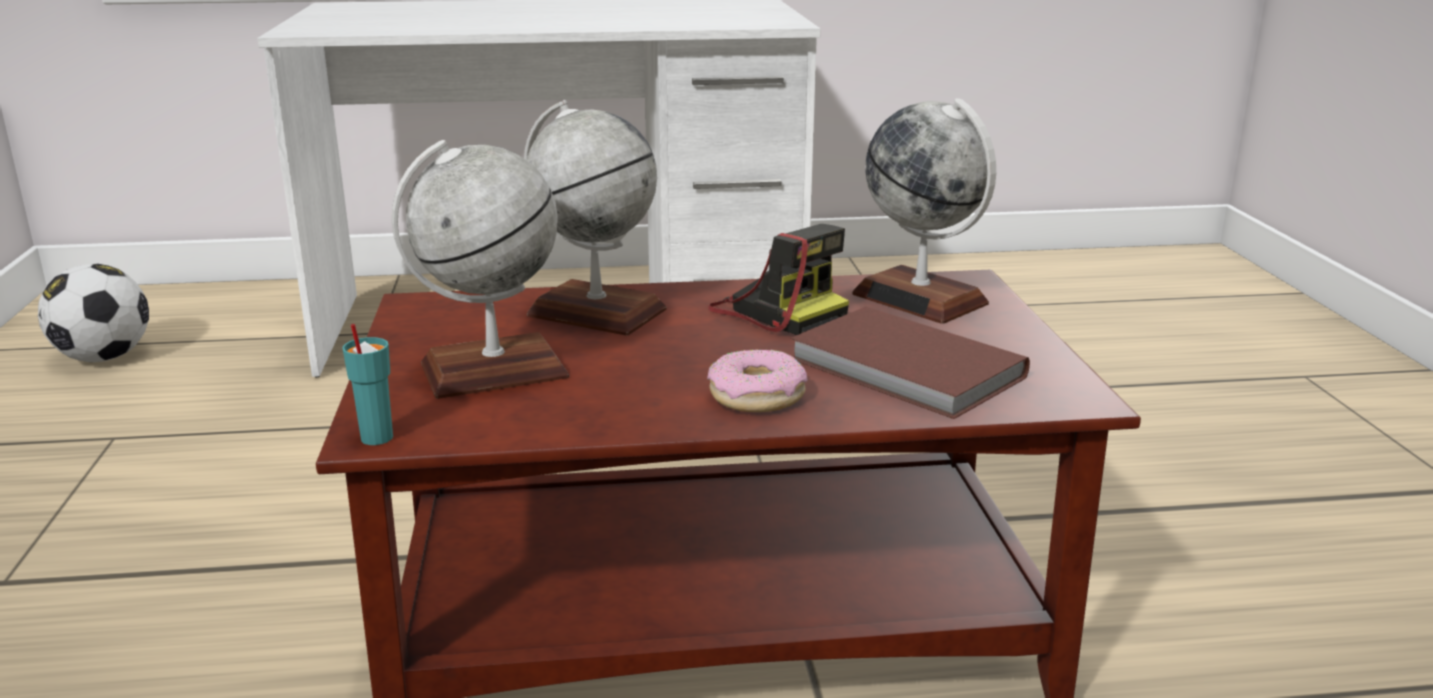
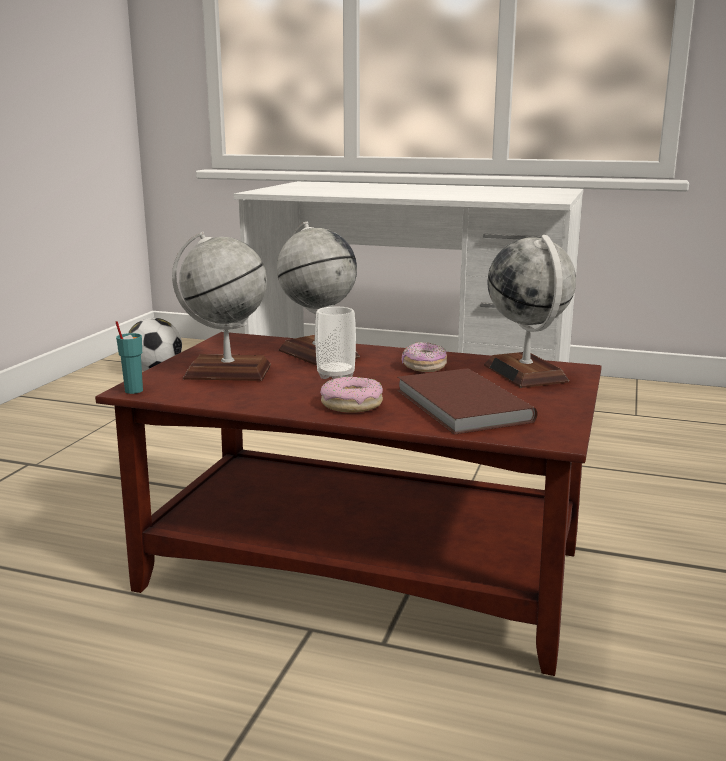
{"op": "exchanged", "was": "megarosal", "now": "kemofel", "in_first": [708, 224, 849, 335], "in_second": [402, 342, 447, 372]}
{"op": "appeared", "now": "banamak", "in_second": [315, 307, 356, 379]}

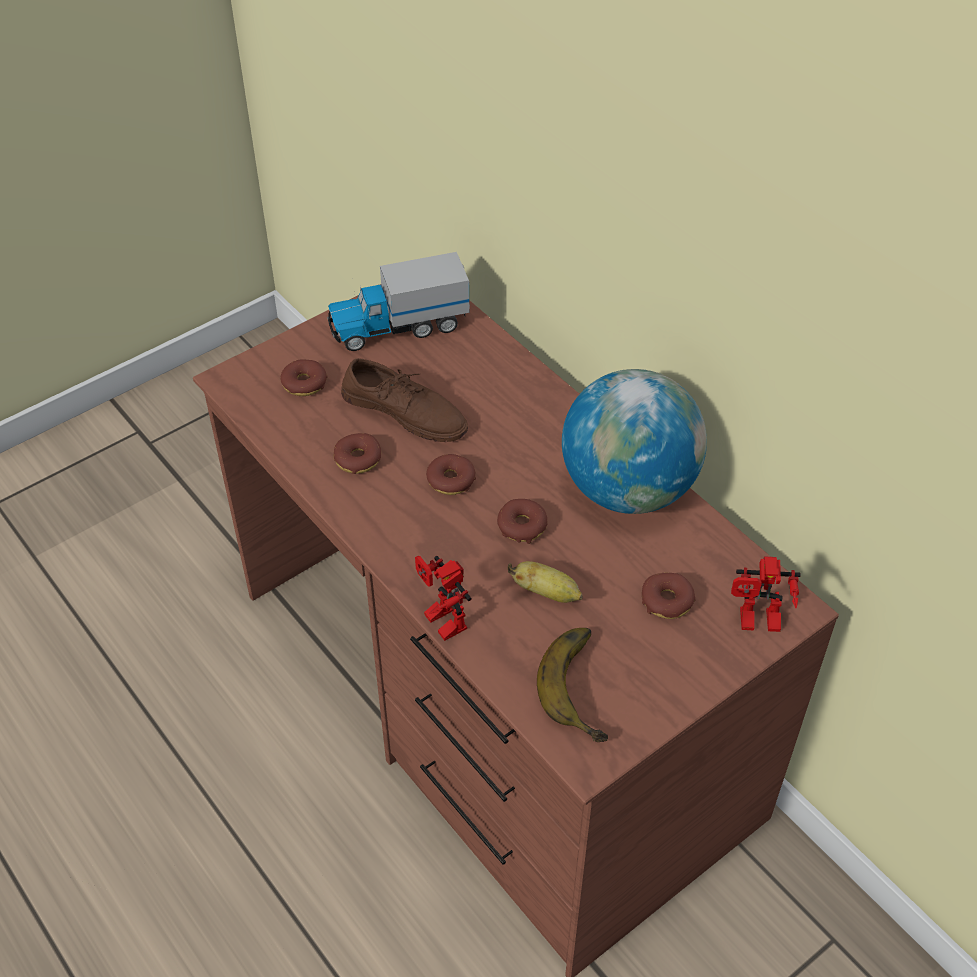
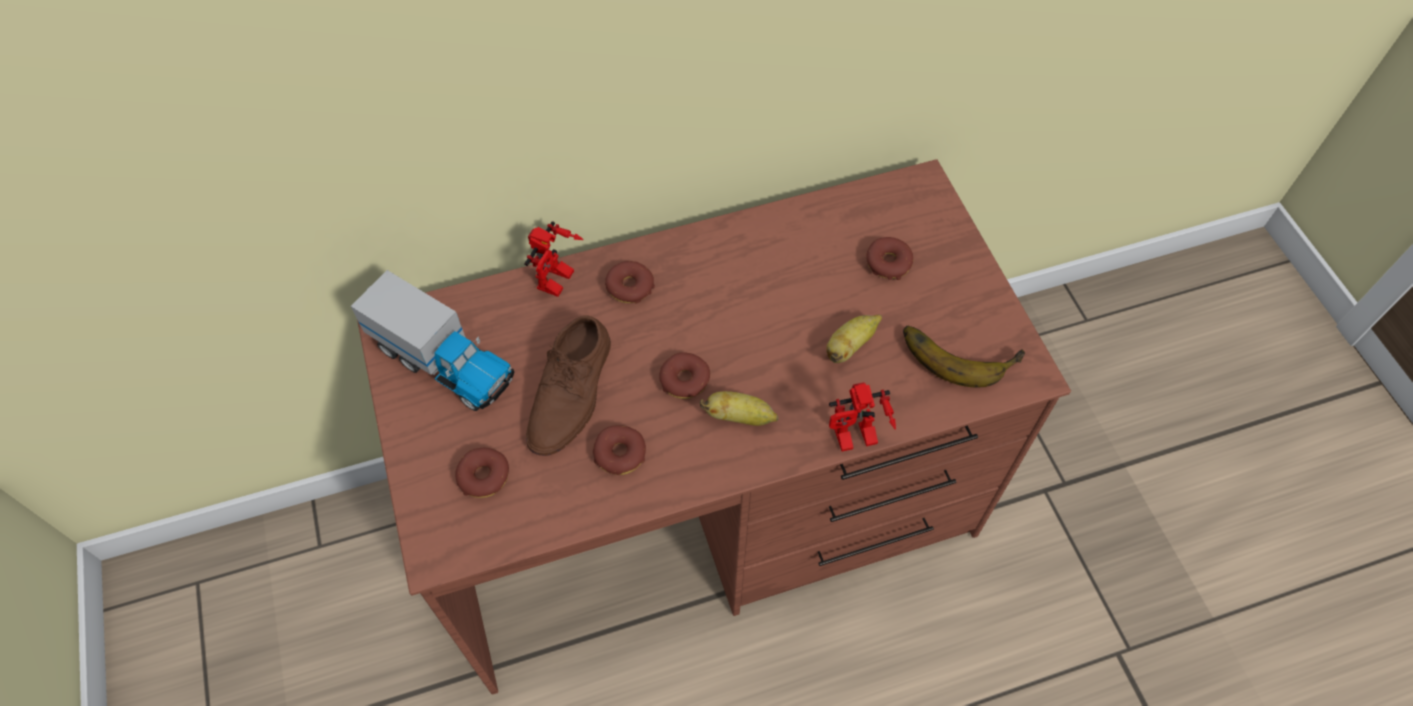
{"op": "spun", "was": "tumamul", "in_first": [327, 252, 470, 351], "in_second": [351, 270, 514, 411], "clockwise": -60}
{"op": "spun", "was": "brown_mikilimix", "in_first": [341, 358, 468, 442], "in_second": [526, 315, 611, 456], "clockwise": 150}
{"op": "relocated", "was": "kemofel", "in_first": [497, 499, 548, 544], "in_second": [605, 261, 655, 303]}
{"op": "missing", "was": "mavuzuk", "in_first": [562, 369, 707, 514]}
{"op": "relocated", "was": "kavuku", "in_first": [731, 556, 801, 632], "in_second": [524, 221, 584, 297]}
{"op": "appeared", "now": "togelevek", "in_second": [700, 391, 779, 426]}

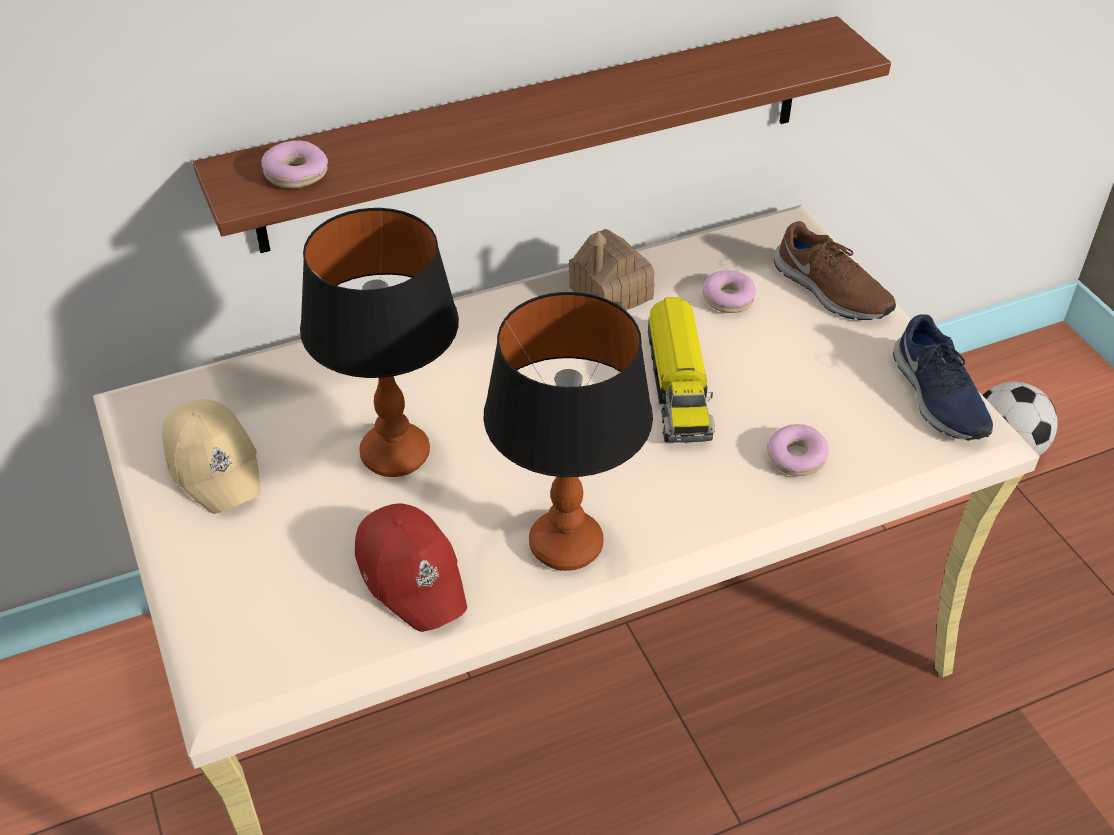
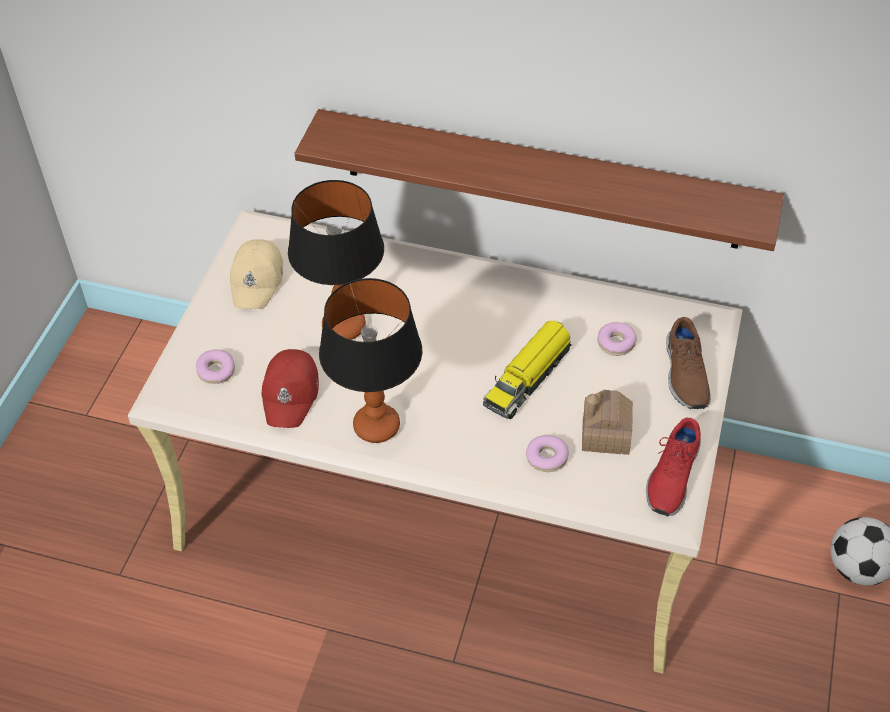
{"op": "relocated", "was": "kemofel", "in_first": [262, 141, 328, 189], "in_second": [196, 349, 235, 384]}
{"op": "relocated", "was": "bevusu", "in_first": [569, 229, 654, 311], "in_second": [582, 390, 633, 455]}
{"op": "colour", "was": "blue_mikilimix", "now": "red_mikilimix", "in_first": [893, 314, 993, 441], "in_second": [646, 418, 701, 516]}

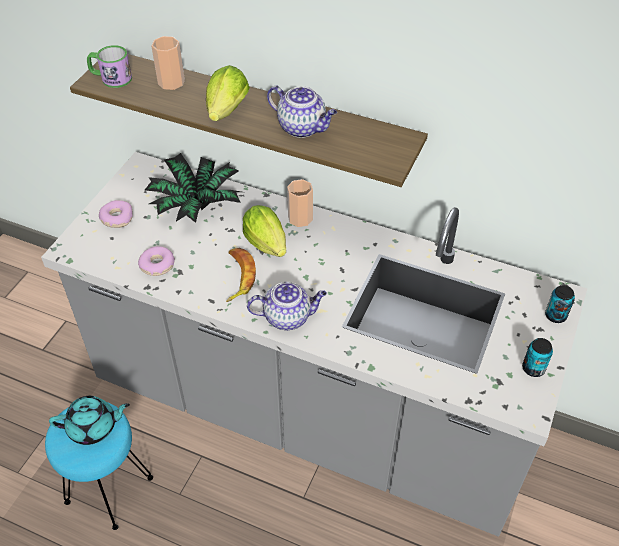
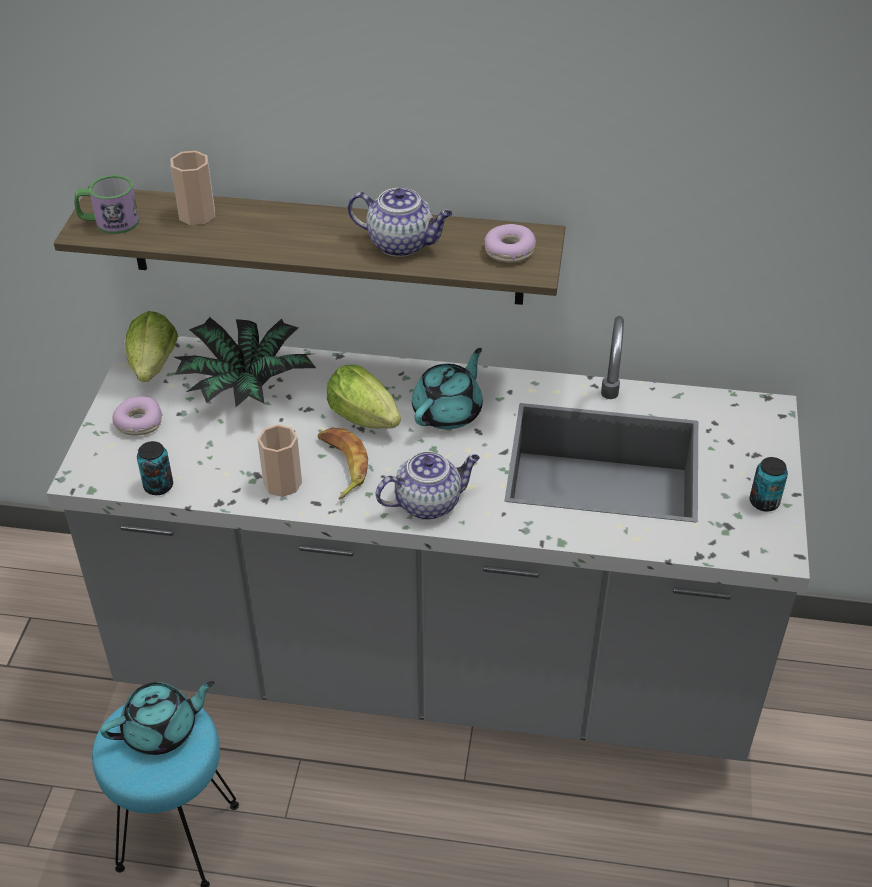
{"op": "relocated", "was": "kemofel", "in_first": [138, 246, 175, 276], "in_second": [484, 224, 536, 263]}
{"op": "relocated", "was": "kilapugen", "in_first": [206, 65, 250, 121], "in_second": [125, 311, 178, 382]}
{"op": "relocated", "was": "banamak", "in_first": [287, 179, 313, 227], "in_second": [258, 425, 302, 497]}
{"op": "relocated", "was": "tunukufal", "in_first": [545, 285, 575, 323], "in_second": [137, 441, 173, 495]}
{"op": "appeared", "now": "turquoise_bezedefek", "in_second": [412, 348, 483, 430]}

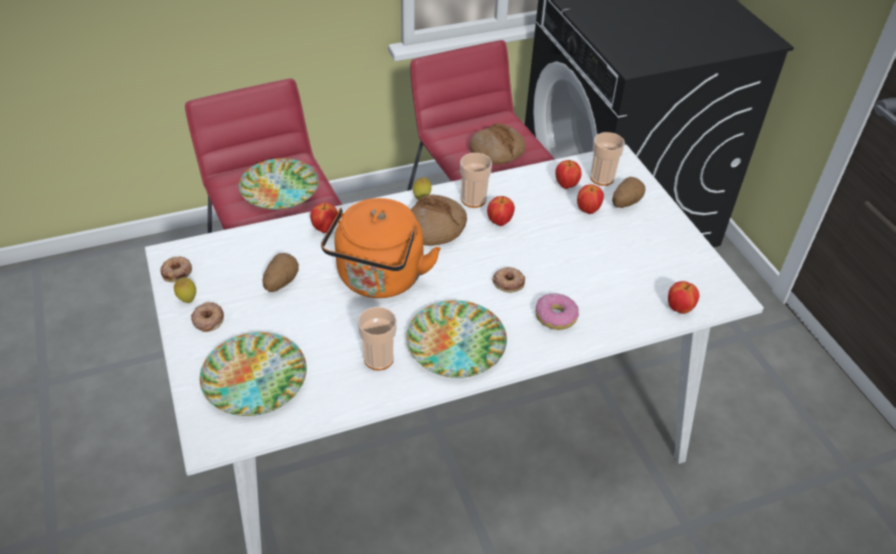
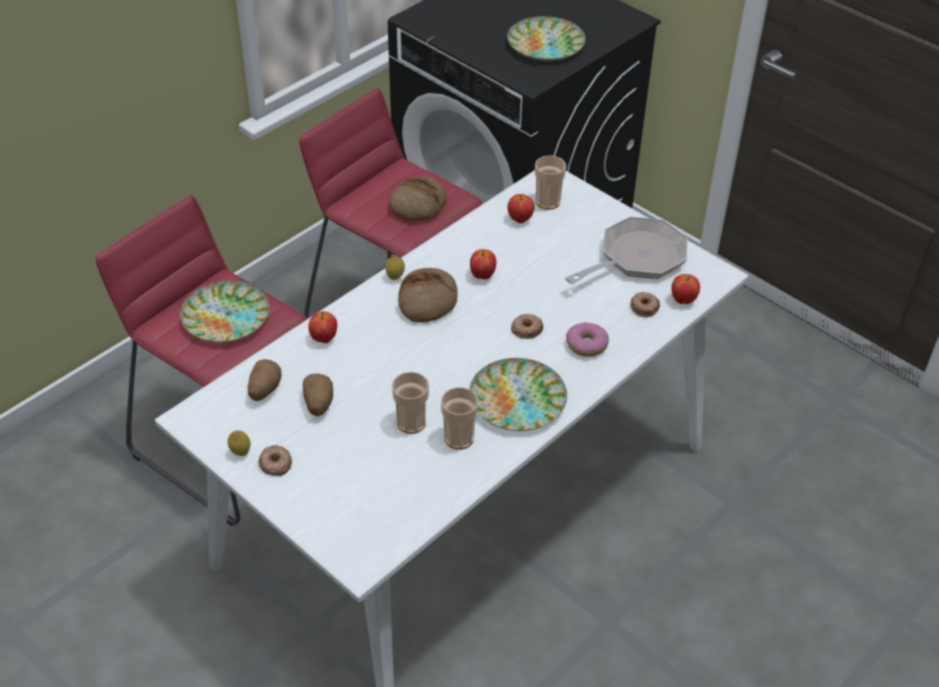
{"op": "relocated", "was": "kemofel", "in_first": [160, 256, 192, 282], "in_second": [631, 292, 660, 317]}
{"op": "relocated", "was": "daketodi", "in_first": [200, 332, 307, 416], "in_second": [507, 16, 586, 61]}
{"op": "missing", "was": "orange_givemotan", "in_first": [321, 198, 441, 298]}
{"op": "relocated", "was": "banamak", "in_first": [460, 153, 492, 208], "in_second": [392, 372, 429, 434]}
{"op": "missing", "was": "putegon", "in_first": [577, 184, 604, 214]}
{"op": "relocated", "was": "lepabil", "in_first": [612, 177, 645, 208], "in_second": [247, 359, 281, 401]}
{"op": "appeared", "now": "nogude", "in_second": [565, 217, 687, 284]}

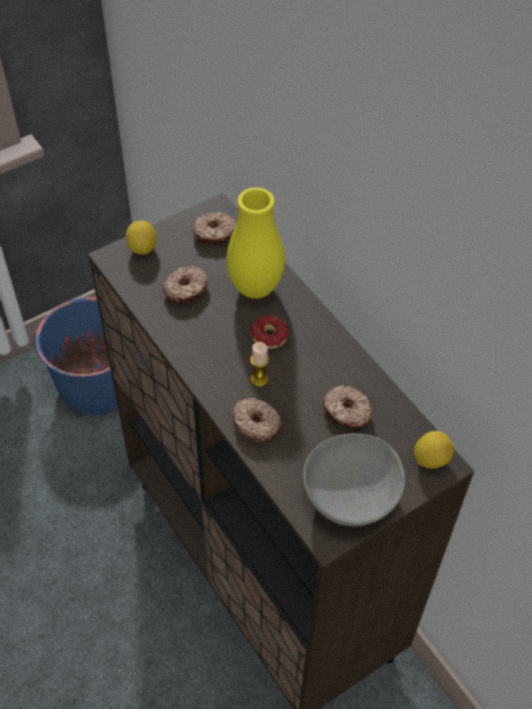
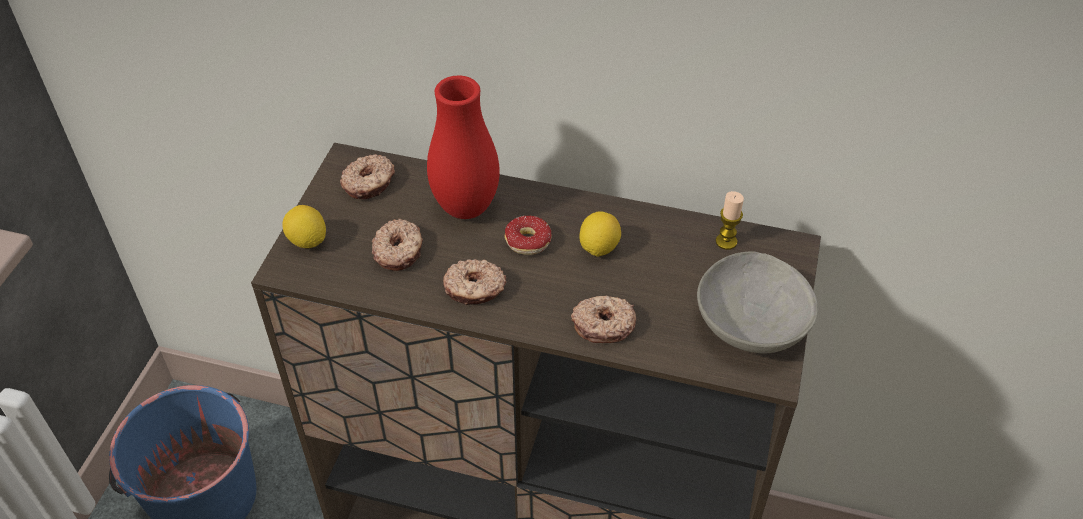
{"op": "colour", "was": "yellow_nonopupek", "now": "red_nonopupek", "in_first": [227, 188, 285, 299], "in_second": [427, 76, 500, 219]}
{"op": "relocated", "was": "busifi", "in_first": [250, 342, 269, 387], "in_second": [716, 191, 744, 250]}
{"op": "relocated", "was": "kemofel", "in_first": [322, 385, 372, 428], "in_second": [443, 259, 507, 305]}
{"op": "relocated", "was": "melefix", "in_first": [414, 431, 454, 469], "in_second": [579, 211, 621, 257]}

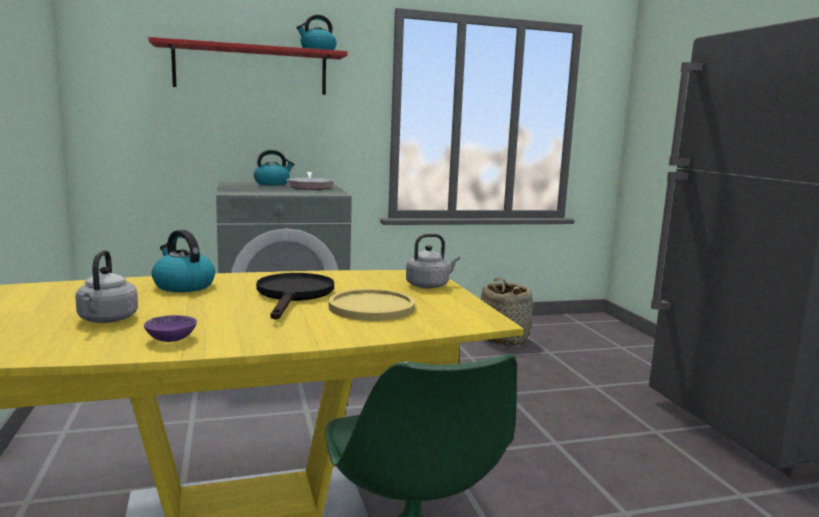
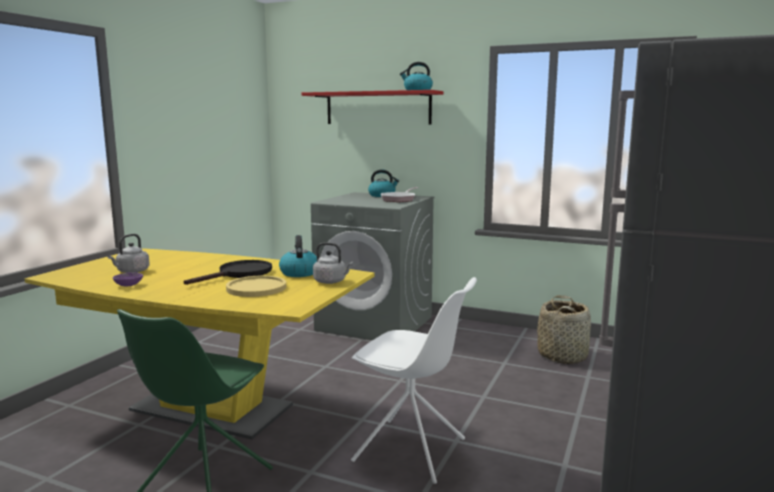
{"op": "relocated", "was": "givemotan", "in_first": [151, 230, 215, 292], "in_second": [279, 235, 317, 277]}
{"op": "appeared", "now": "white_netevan", "in_second": [351, 277, 477, 484]}

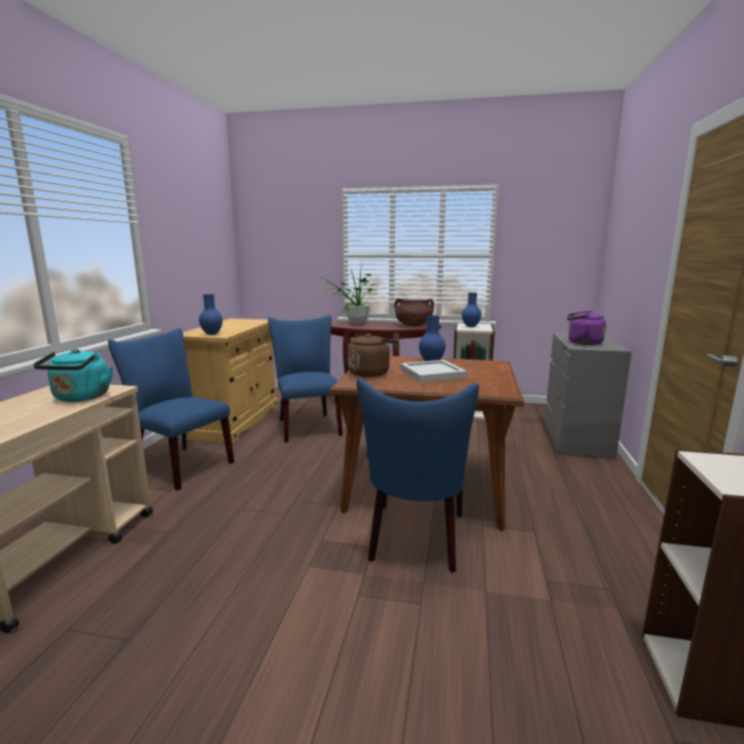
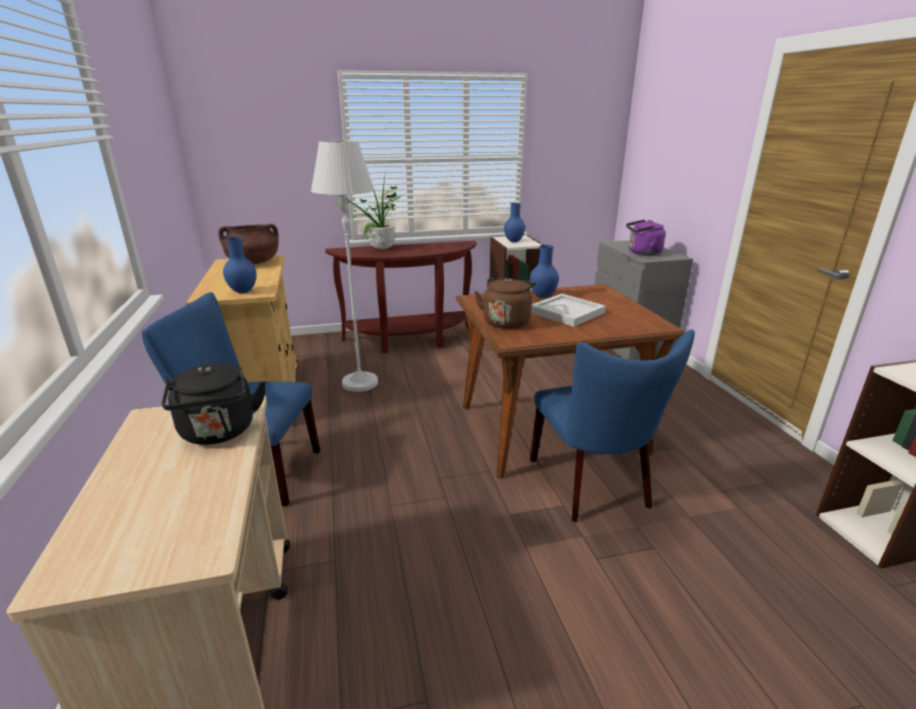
{"op": "colour", "was": "turquoise_givemotan", "now": "black_givemotan", "in_first": [33, 349, 113, 402], "in_second": [161, 364, 266, 445]}
{"op": "exchanged", "was": "blue_netevan", "now": "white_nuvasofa", "in_first": [268, 315, 343, 443], "in_second": [311, 140, 378, 392]}
{"op": "relocated", "was": "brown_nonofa", "in_first": [394, 299, 434, 326], "in_second": [218, 224, 279, 264]}

